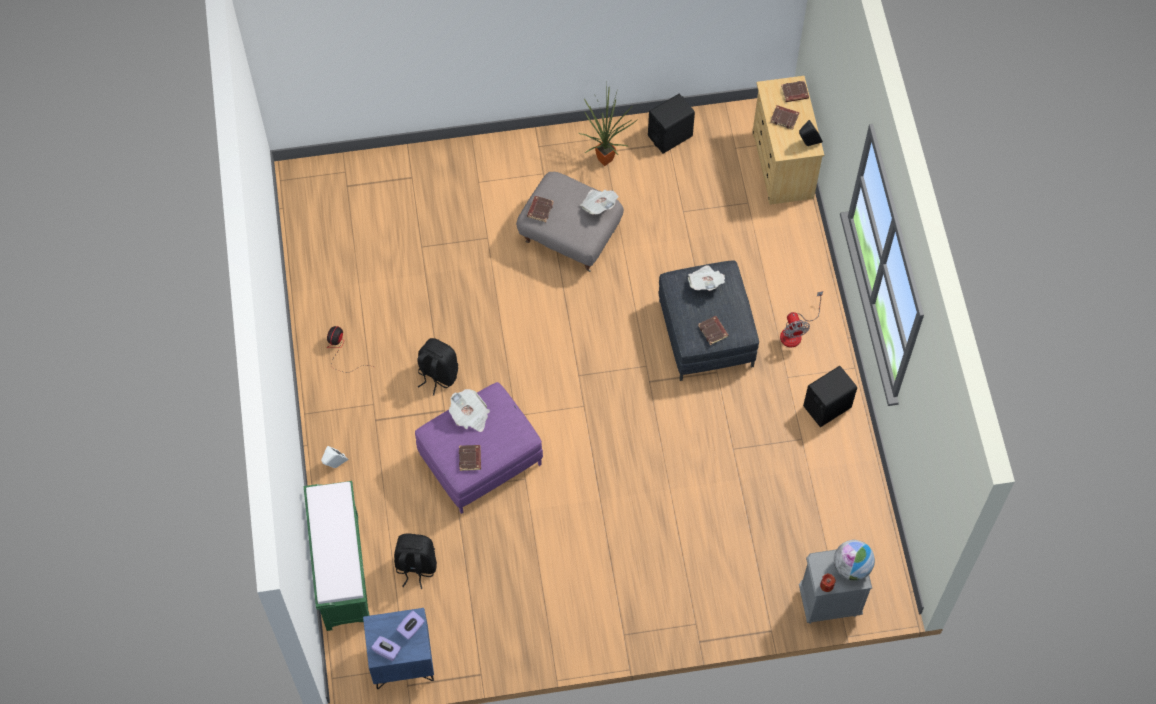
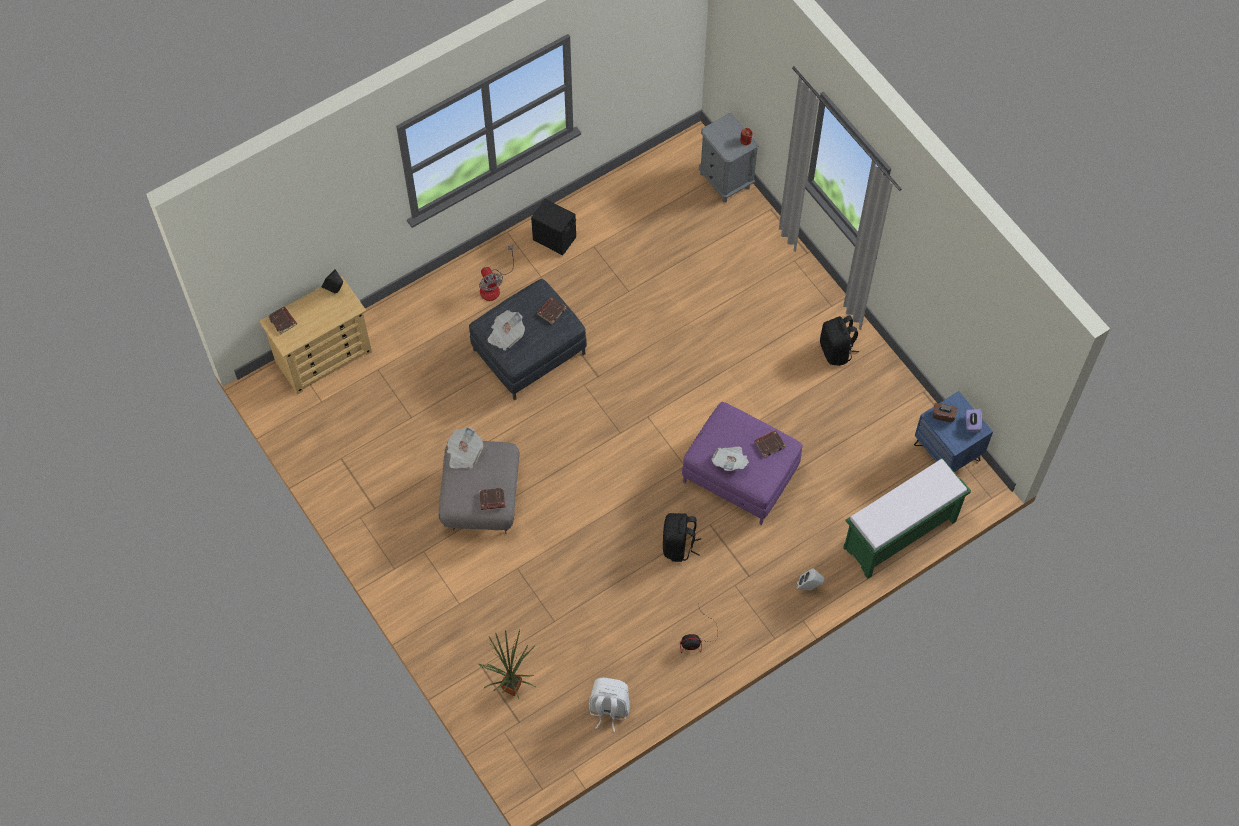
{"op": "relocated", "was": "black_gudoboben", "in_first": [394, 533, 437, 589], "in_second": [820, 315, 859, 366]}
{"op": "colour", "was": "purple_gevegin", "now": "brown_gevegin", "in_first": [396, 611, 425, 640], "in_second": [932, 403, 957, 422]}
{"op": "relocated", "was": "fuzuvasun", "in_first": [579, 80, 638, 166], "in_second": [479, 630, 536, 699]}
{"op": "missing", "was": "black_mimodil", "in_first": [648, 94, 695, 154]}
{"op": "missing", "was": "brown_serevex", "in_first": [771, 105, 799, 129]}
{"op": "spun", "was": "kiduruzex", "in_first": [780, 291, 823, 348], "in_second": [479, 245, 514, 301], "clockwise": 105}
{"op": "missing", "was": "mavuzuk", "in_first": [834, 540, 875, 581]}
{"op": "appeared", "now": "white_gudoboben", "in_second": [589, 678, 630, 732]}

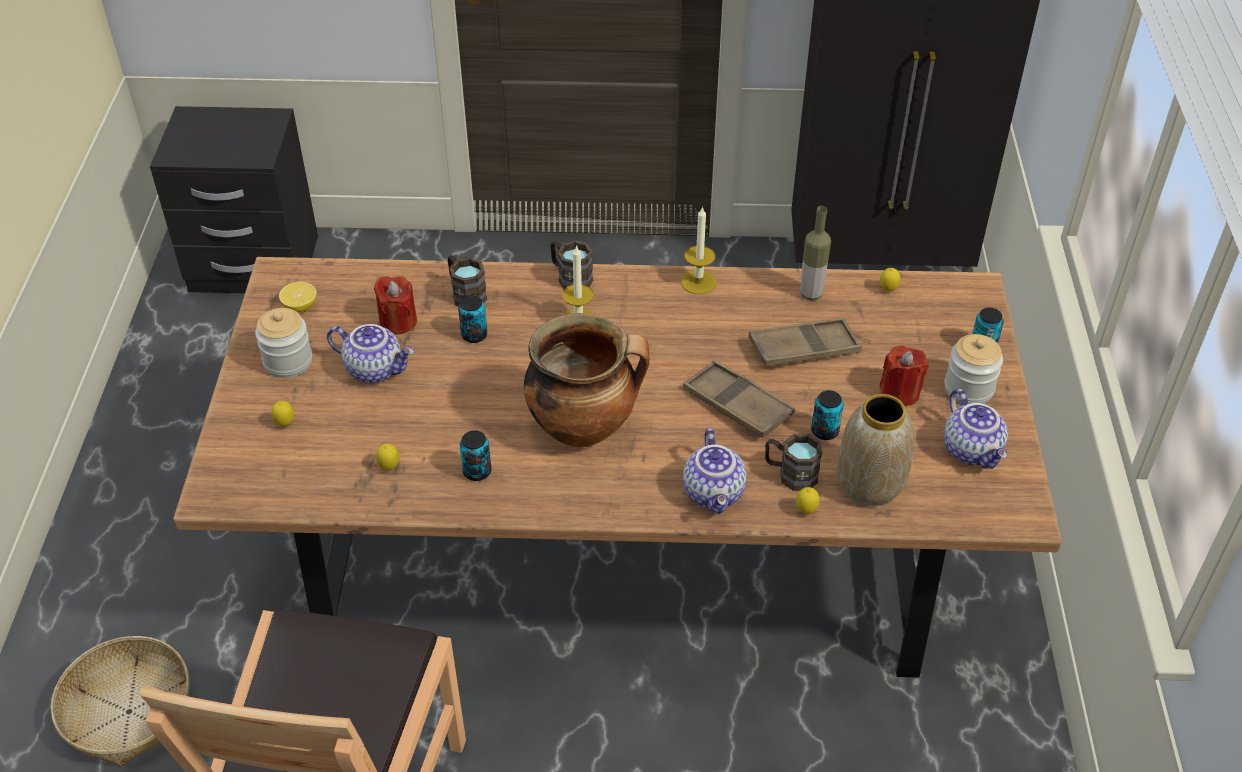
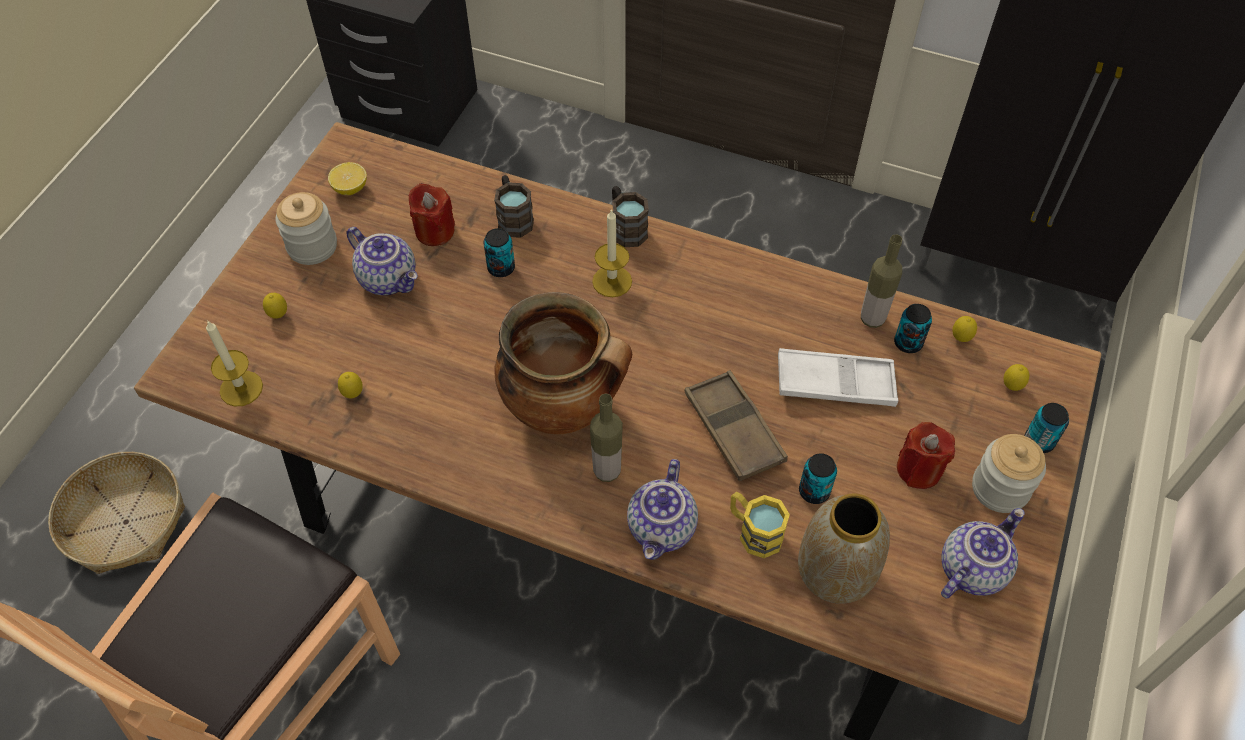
{"op": "relocated", "was": "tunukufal", "in_first": [460, 430, 491, 481], "in_second": [894, 304, 932, 353]}
{"op": "relocated", "was": "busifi", "in_first": [681, 206, 716, 294], "in_second": [206, 320, 263, 407]}
{"op": "colour", "was": "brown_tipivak", "now": "white_tipivak", "in_first": [748, 318, 862, 367], "in_second": [778, 348, 898, 407]}
{"op": "colour", "was": "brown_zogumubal", "now": "yellow_zogumubal", "in_first": [765, 434, 822, 491], "in_second": [730, 492, 790, 558]}
{"op": "relocated", "was": "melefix", "in_first": [796, 487, 820, 514], "in_second": [1003, 364, 1029, 391]}
{"op": "spun", "was": "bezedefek", "in_first": [944, 389, 1008, 469], "in_second": [941, 508, 1025, 599], "clockwise": -135}
{"op": "appeared", "now": "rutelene", "in_second": [590, 394, 623, 482]}

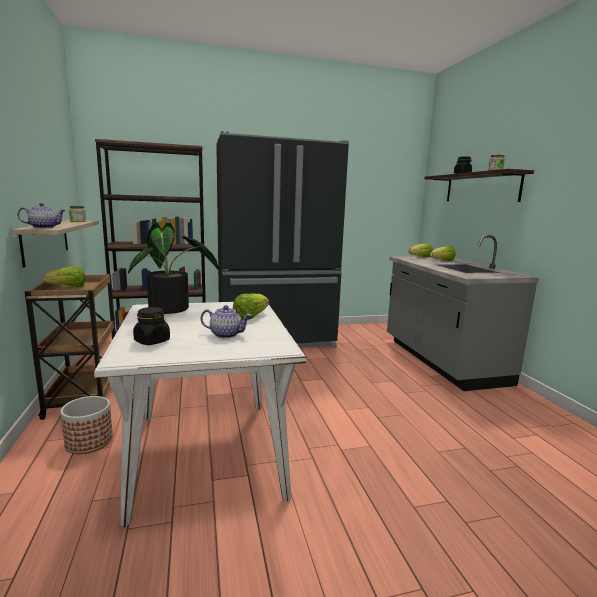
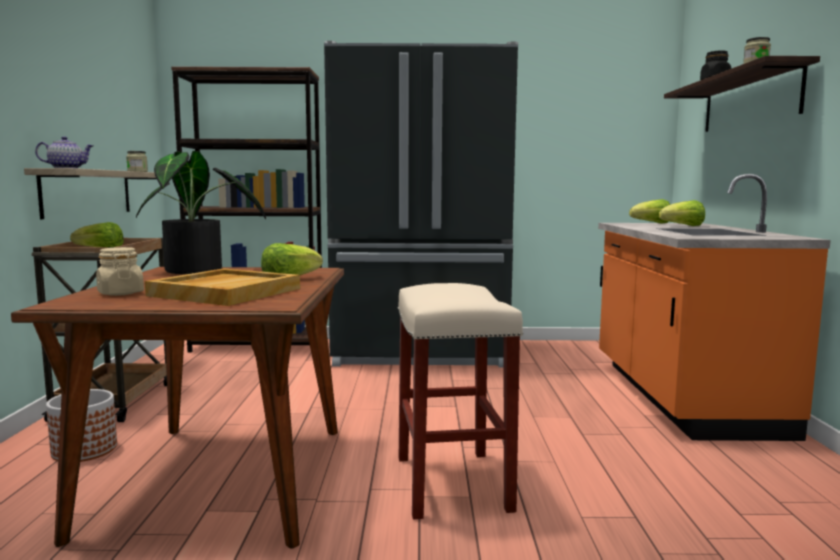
{"op": "colour", "was": "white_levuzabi", "now": "brown_levuzabi", "in_first": [94, 302, 306, 527], "in_second": [11, 267, 344, 549]}
{"op": "colour", "was": "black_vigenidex", "now": "beige_vigenidex", "in_first": [133, 307, 170, 345], "in_second": [96, 247, 144, 296]}
{"op": "exchanged", "was": "bezedefek", "now": "beige_tipivak", "in_first": [201, 305, 252, 338], "in_second": [145, 268, 300, 306]}
{"op": "colour", "was": "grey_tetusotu", "now": "orange_tetusotu", "in_first": [387, 235, 539, 391], "in_second": [598, 174, 831, 441]}
{"op": "appeared", "now": "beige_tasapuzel", "in_second": [397, 283, 523, 519]}

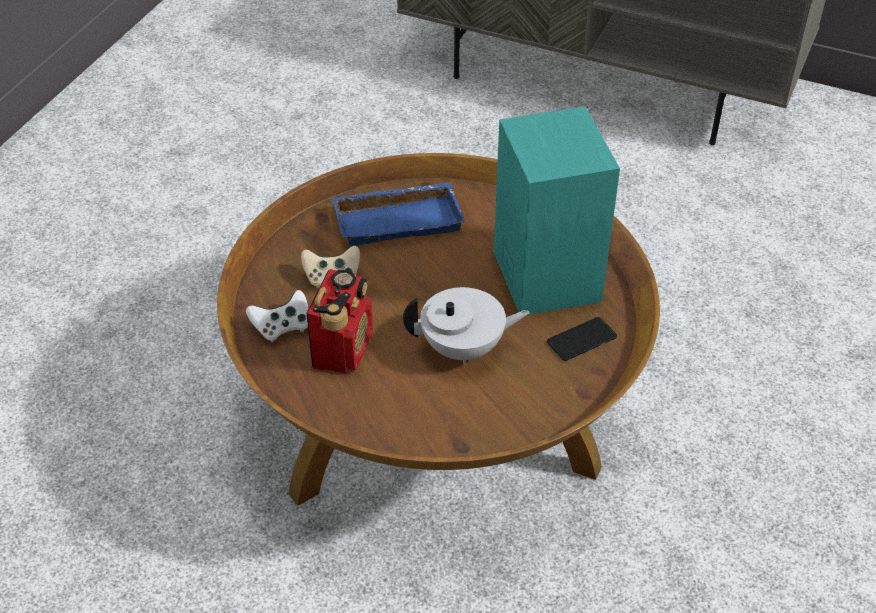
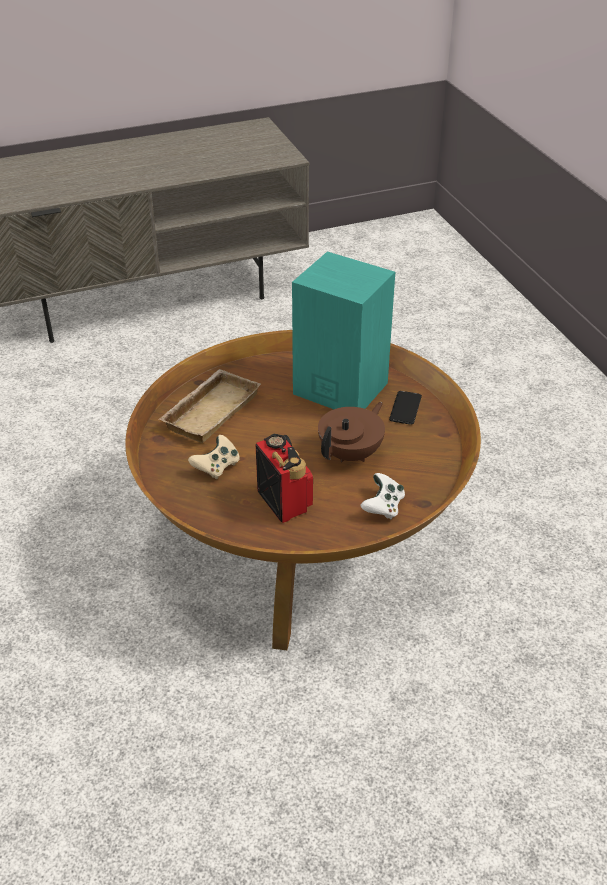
{"op": "relocated", "was": "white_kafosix", "in_first": [246, 290, 309, 342], "in_second": [360, 473, 405, 519]}
{"op": "colour", "was": "blue_tipivak", "now": "beige_tipivak", "in_first": [332, 183, 465, 246], "in_second": [159, 369, 261, 443]}
{"op": "colour", "was": "white_bezedefek", "now": "brown_bezedefek", "in_first": [403, 287, 530, 365], "in_second": [318, 402, 385, 462]}

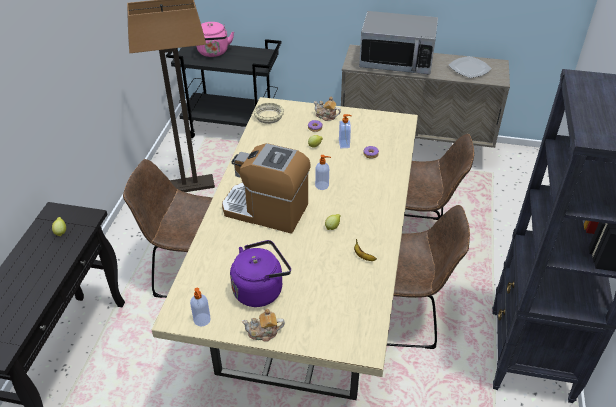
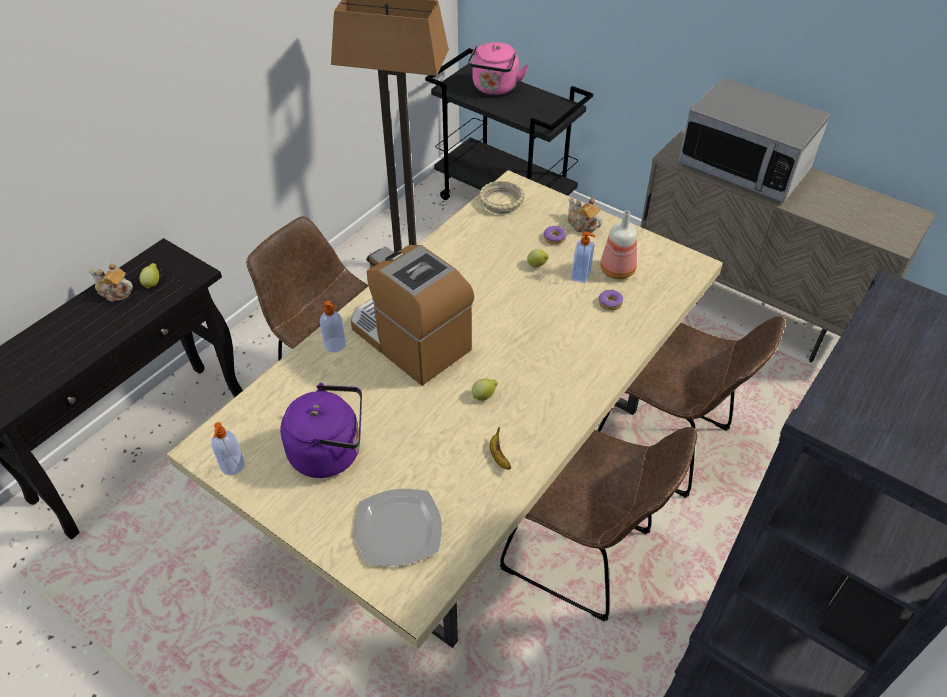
{"op": "relocated", "was": "bezedefek", "in_first": [242, 309, 285, 342], "in_second": [89, 263, 133, 302]}
{"op": "relocated", "was": "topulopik", "in_first": [315, 155, 331, 190], "in_second": [320, 301, 346, 352]}
{"op": "relocated", "was": "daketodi", "in_first": [449, 56, 492, 78], "in_second": [355, 489, 442, 566]}
{"op": "appeared", "now": "rutelene", "in_second": [600, 211, 637, 279]}

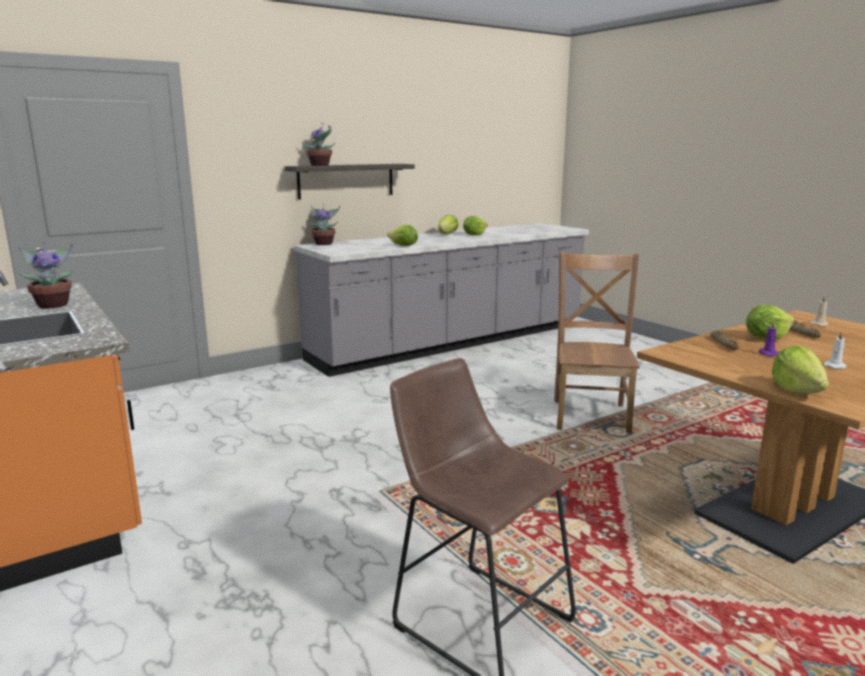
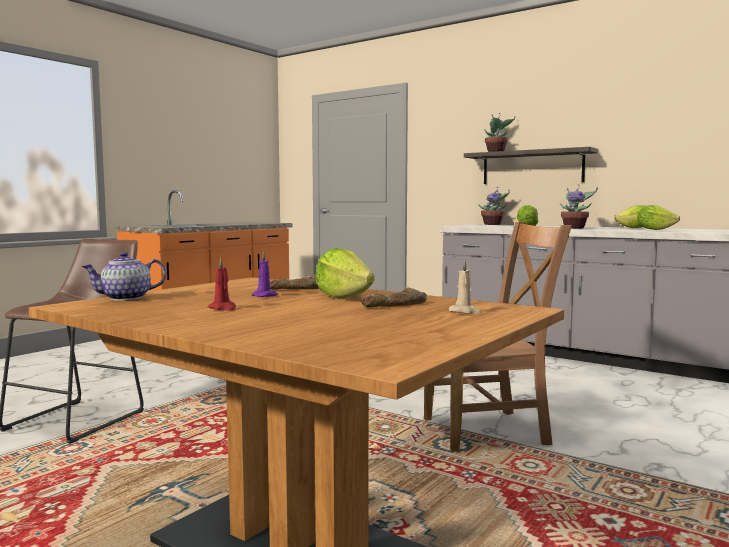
{"op": "relocated", "was": "fuzuvasun", "in_first": [18, 241, 75, 309], "in_second": [560, 184, 598, 229]}
{"op": "exchanged", "was": "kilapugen", "now": "bezedefek", "in_first": [772, 346, 829, 394], "in_second": [81, 252, 166, 301]}
{"op": "colour", "was": "white_busifi", "now": "red_busifi", "in_first": [823, 331, 847, 369], "in_second": [207, 258, 236, 310]}

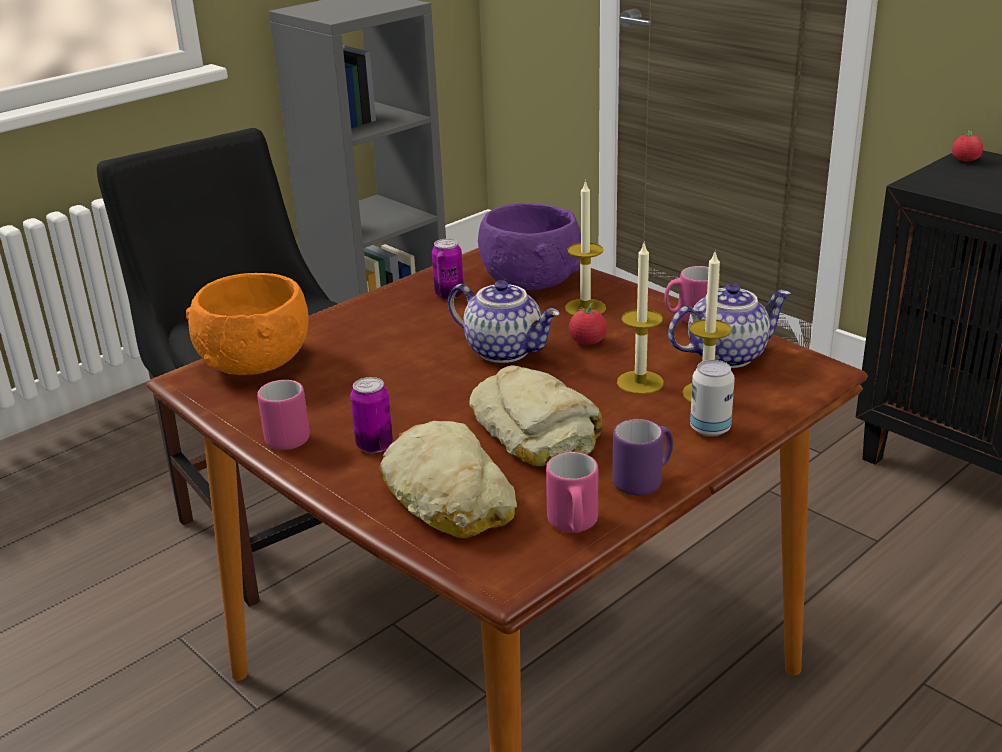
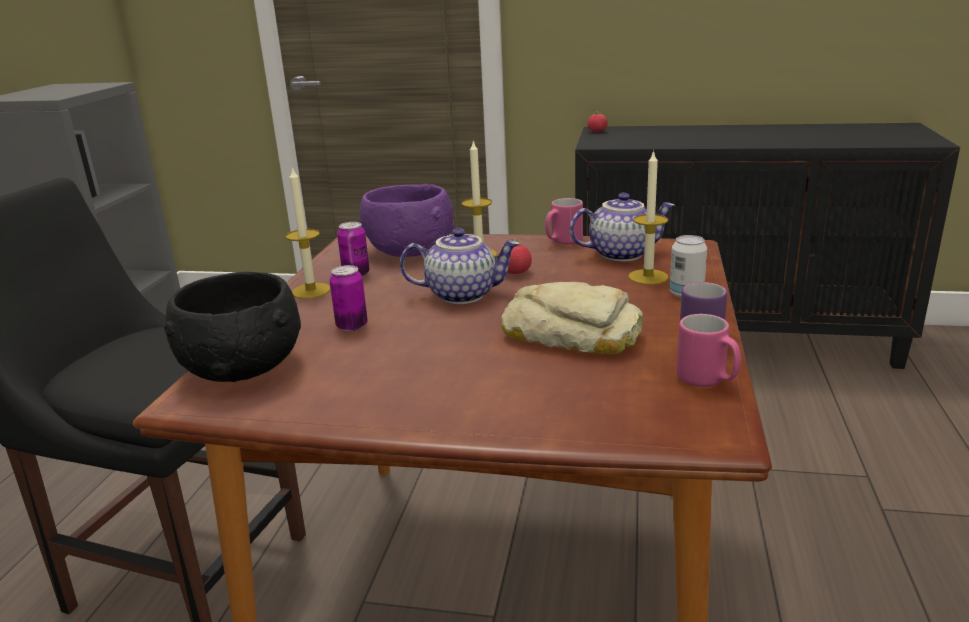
{"op": "colour", "was": "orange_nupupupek", "now": "black_nupupupek", "in_first": [186, 273, 309, 375], "in_second": [164, 272, 301, 382]}
{"op": "missing", "was": "pink_zogumubal", "in_first": [257, 380, 310, 450]}
{"op": "relocated", "was": "tunukufal", "in_first": [350, 377, 393, 453], "in_second": [329, 265, 368, 332]}
{"op": "missing", "was": "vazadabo", "in_first": [379, 421, 517, 538]}
{"op": "relocated", "was": "busifi", "in_first": [617, 243, 664, 394], "in_second": [285, 166, 331, 299]}
{"op": "spun", "was": "bezedefek", "in_first": [668, 283, 791, 368], "in_second": [570, 192, 675, 262], "clockwise": 45}

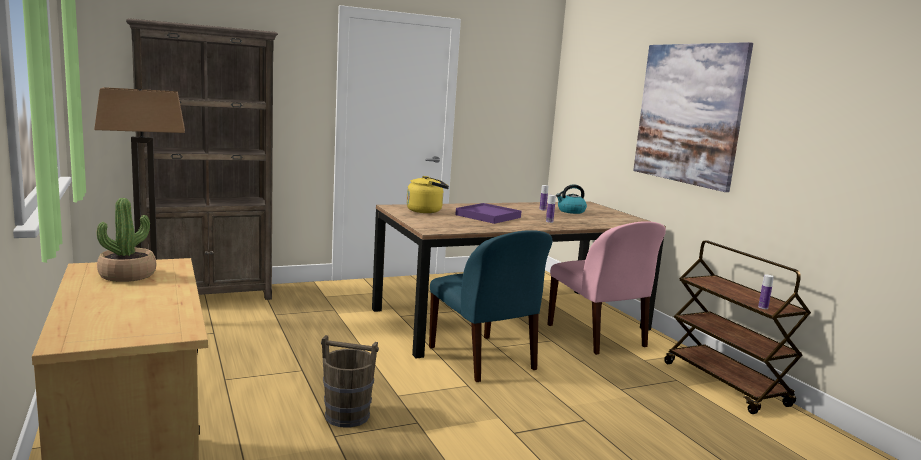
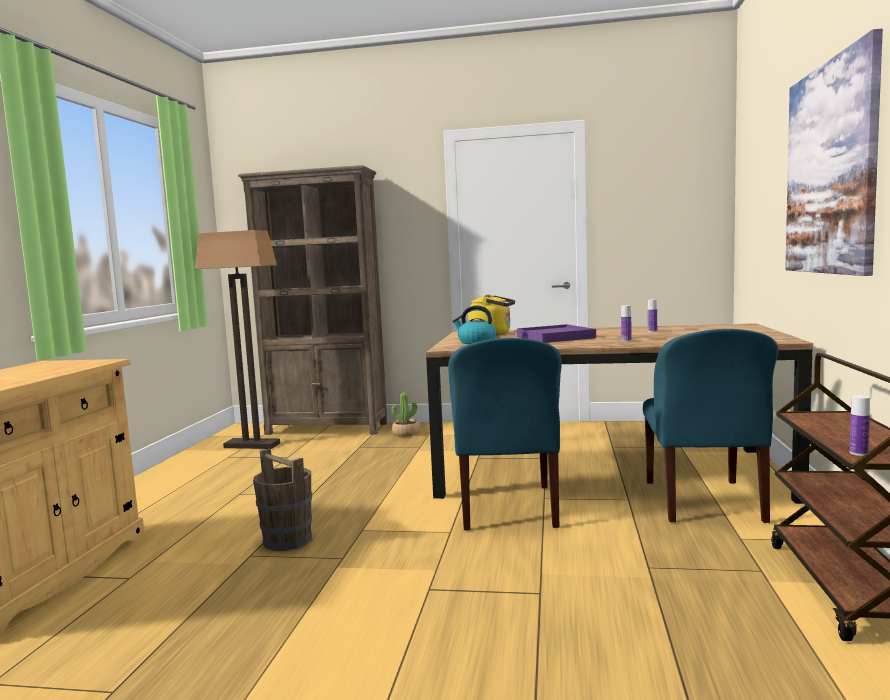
{"op": "relocated", "was": "fuzuvasun", "in_first": [97, 198, 156, 282], "in_second": [392, 392, 420, 437]}
{"op": "colour", "was": "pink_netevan", "now": "blue_netevan", "in_first": [547, 221, 666, 355], "in_second": [643, 329, 778, 523]}
{"op": "relocated", "was": "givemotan", "in_first": [556, 184, 587, 214], "in_second": [453, 305, 497, 344]}

